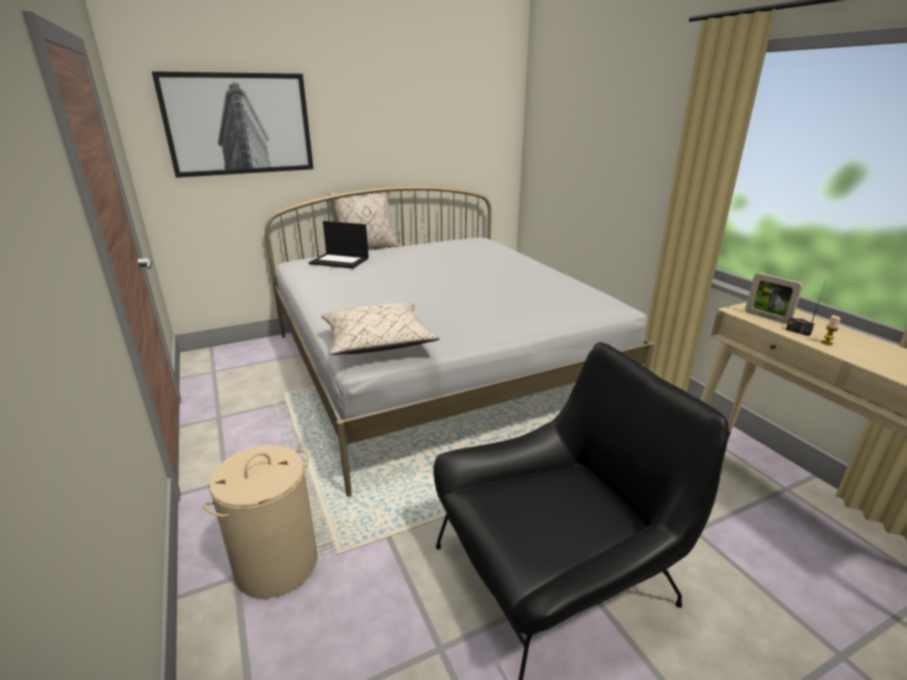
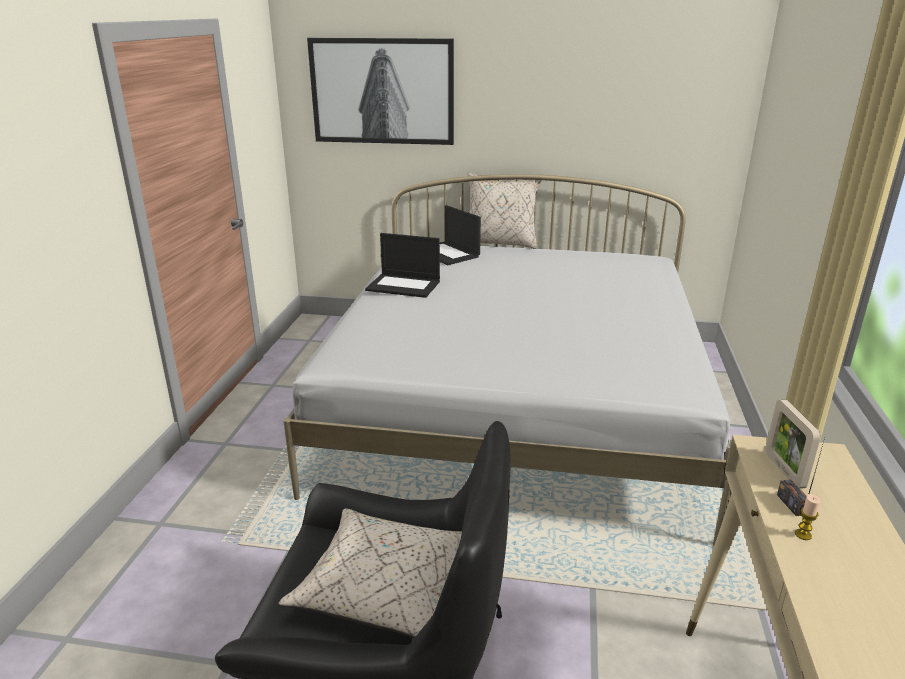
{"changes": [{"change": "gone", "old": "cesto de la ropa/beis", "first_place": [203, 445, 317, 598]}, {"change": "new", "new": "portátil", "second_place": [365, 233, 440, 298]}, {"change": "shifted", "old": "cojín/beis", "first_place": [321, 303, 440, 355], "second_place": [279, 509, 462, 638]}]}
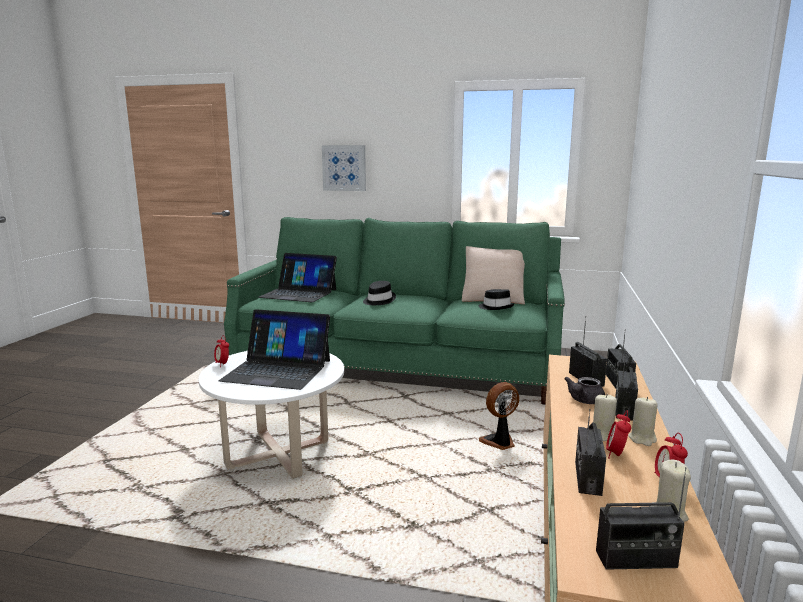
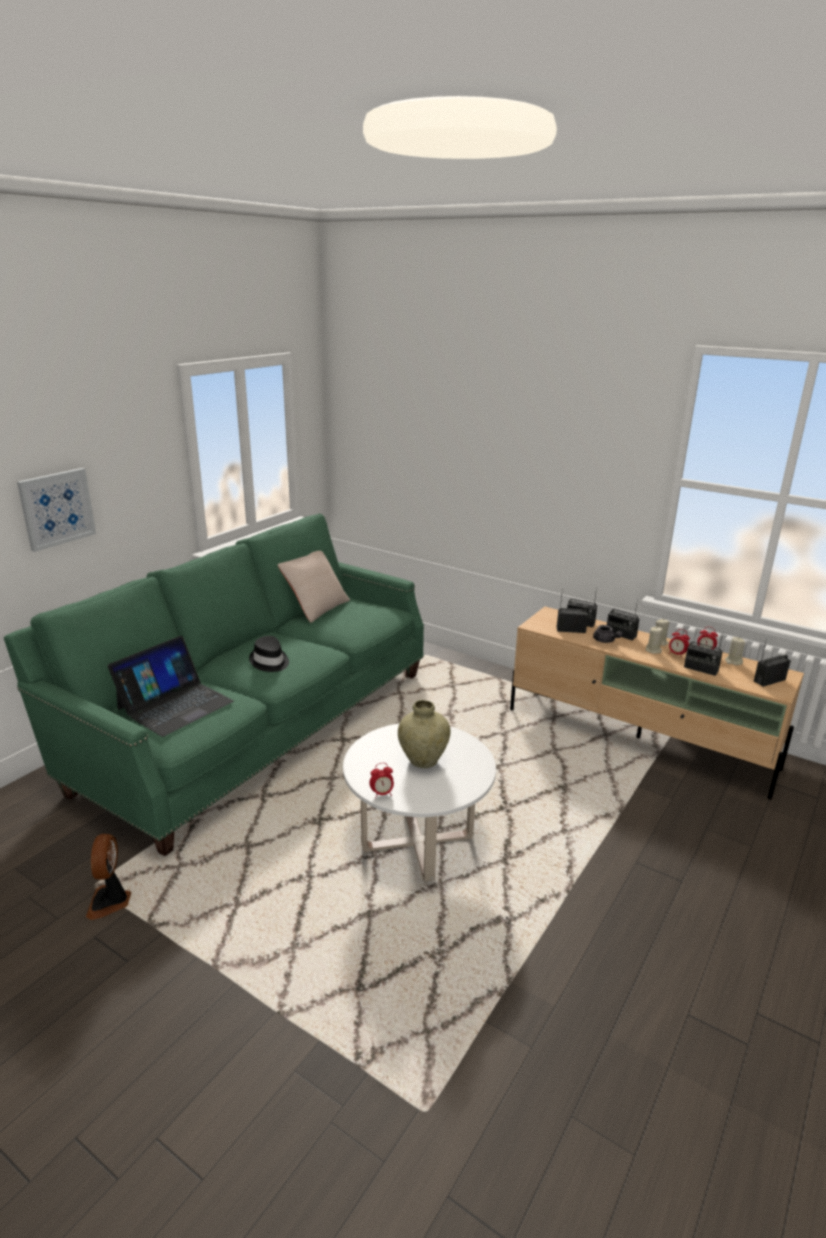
{"changes": [{"change": "gone", "old": "sombrero/negro", "first_place": [479, 289, 514, 310]}, {"change": "shifted", "old": "ventilador", "first_place": [479, 382, 519, 450], "second_place": [86, 834, 131, 920]}, {"change": "swapped", "old": "portátil", "new": "florero/beis", "first_place": [219, 309, 330, 390], "second_place": [398, 700, 450, 768]}, {"change": "rotated", "old": "radio", "first_place": [596, 467, 686, 570], "second_place": [754, 639, 791, 687], "degrees": -135}]}
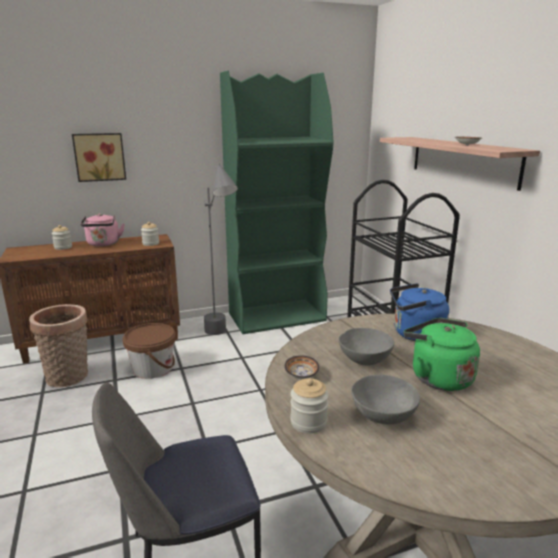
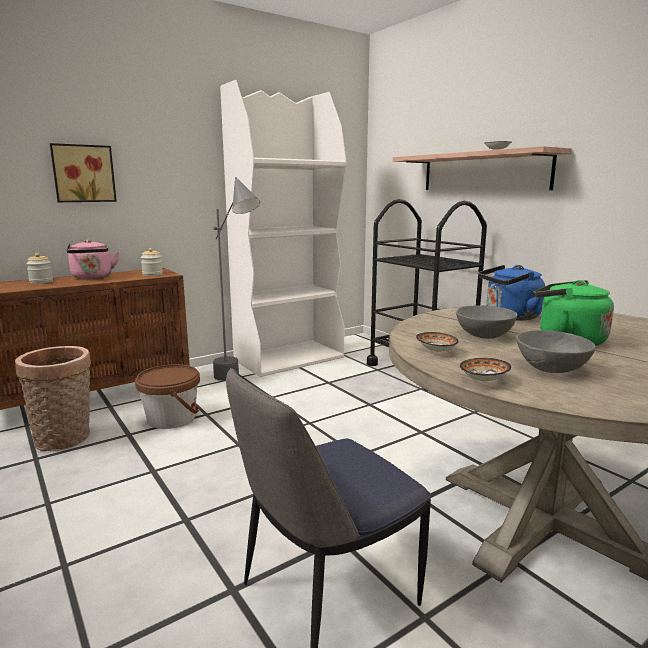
{"changes": [{"change": "swapped", "old": "tarro", "new": "cuenco", "first_place": [290, 378, 329, 433], "second_place": [460, 358, 511, 382]}, {"change": "repainted", "old": "estantería/verde", "new": "estantería/blanco", "first_place": [220, 71, 333, 334], "second_place": [220, 80, 346, 377]}]}
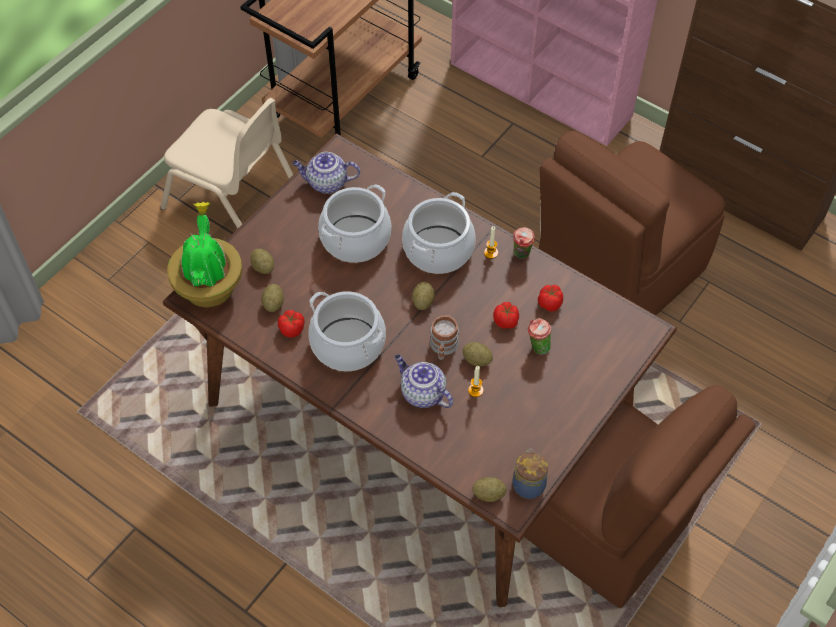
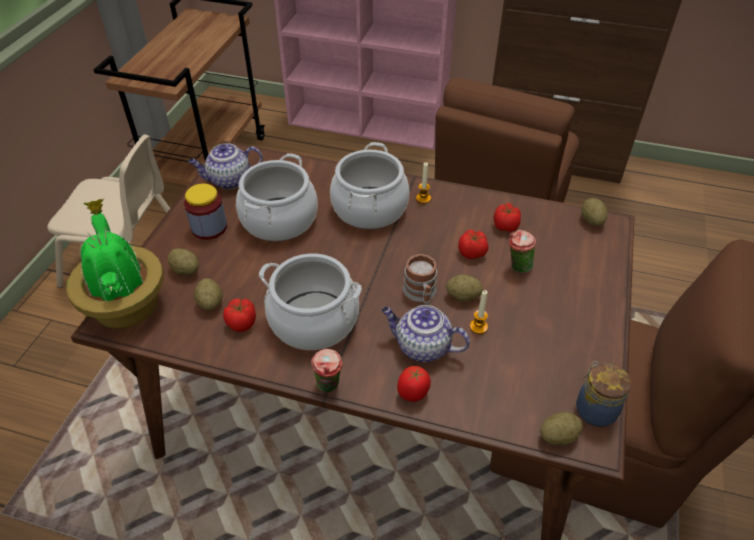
{"changes": [{"change": "new", "new": "tarro", "second_place": [184, 184, 227, 240]}, {"change": "new", "new": "tomate", "second_place": [397, 366, 431, 402]}, {"change": "shifted", "old": "patata", "first_place": [412, 282, 435, 310], "second_place": [581, 198, 608, 226]}, {"change": "shifted", "old": "taza", "first_place": [513, 227, 535, 259], "second_place": [311, 349, 343, 392]}]}
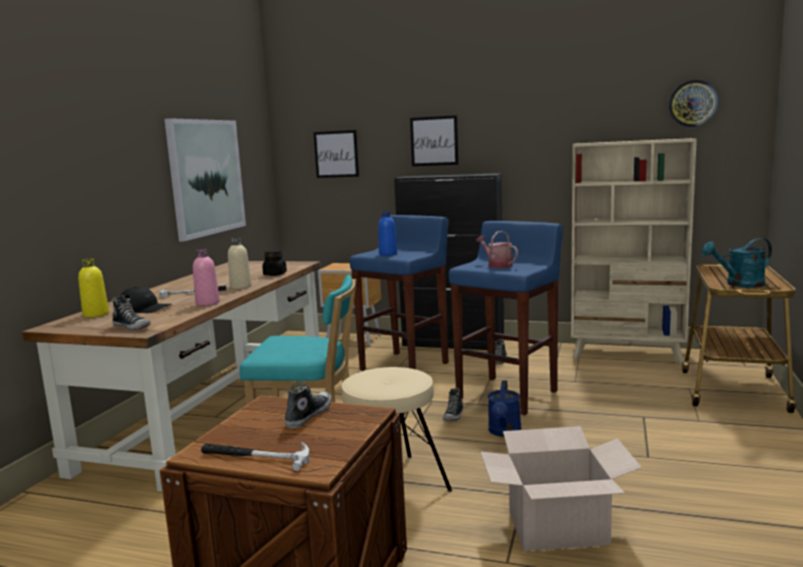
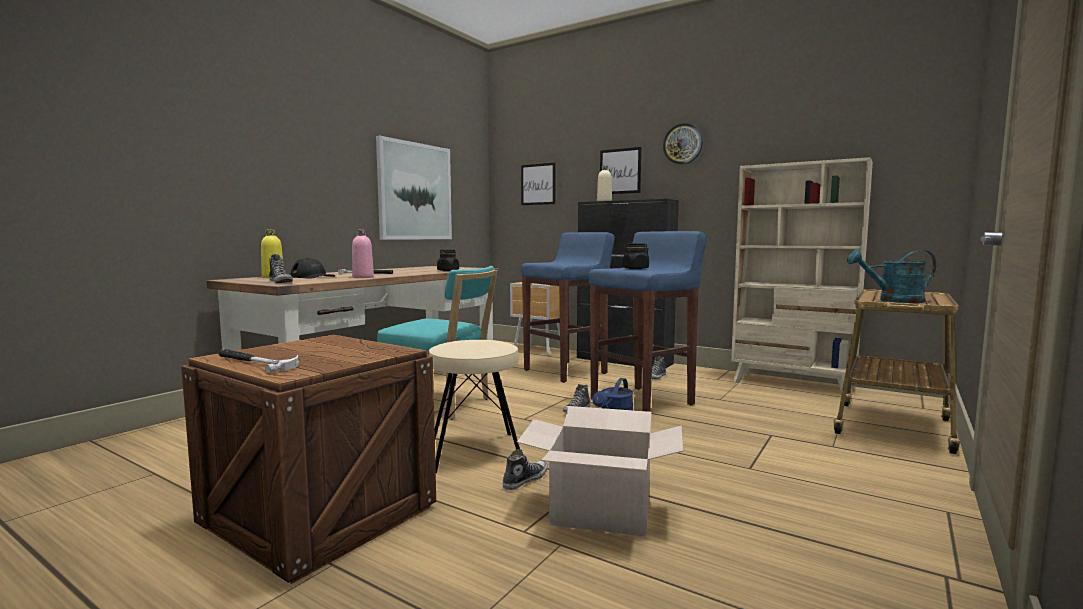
{"changes": [{"change": "gone", "old": "botella/azul", "first_place": [378, 211, 397, 256]}, {"change": "shifted", "old": "botella/beis", "first_place": [228, 238, 252, 289], "second_place": [597, 166, 612, 201]}, {"change": "shifted", "old": "zapato", "first_place": [285, 380, 331, 428], "second_place": [503, 449, 548, 490]}, {"change": "shifted", "old": "reloj de pared", "first_place": [668, 80, 719, 127], "second_place": [663, 123, 703, 165]}, {"change": "swapped", "old": "regadera", "new": "tarro/negro", "first_place": [476, 231, 518, 268], "second_place": [622, 243, 649, 269]}]}
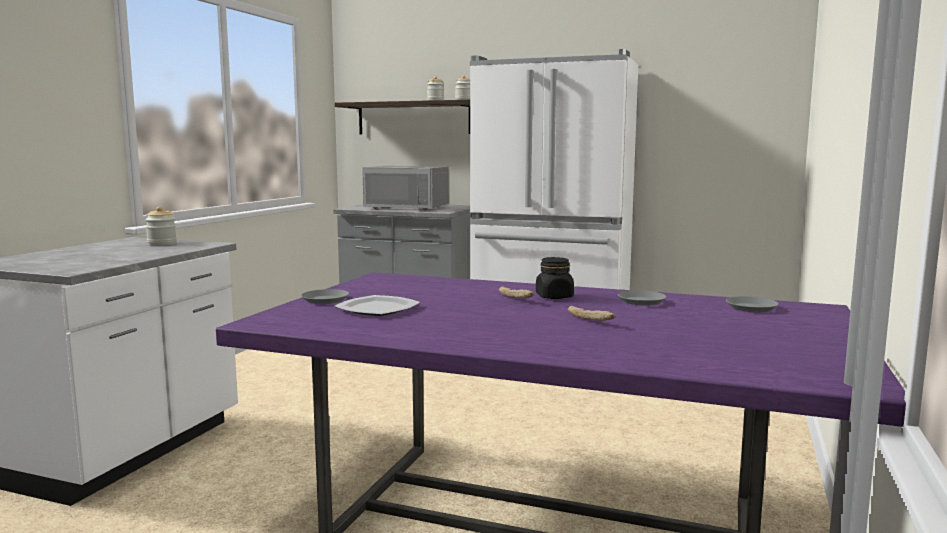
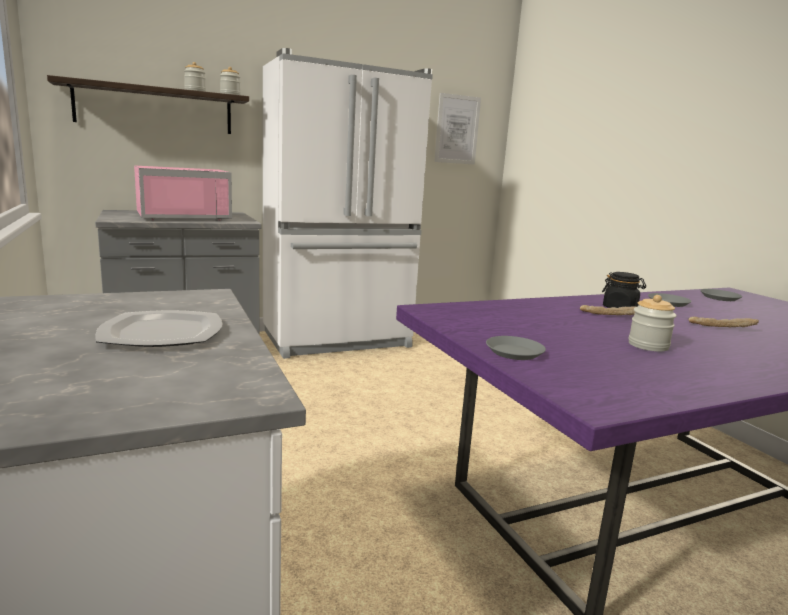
{"changes": [{"change": "new", "new": "cuadro", "second_place": [434, 93, 481, 165]}, {"change": "shifted", "old": "tarro", "first_place": [145, 206, 177, 245], "second_place": [628, 295, 677, 352]}, {"change": "shifted", "old": "plato", "first_place": [334, 295, 420, 316], "second_place": [95, 310, 222, 347]}, {"change": "repainted", "old": "microondas/gris", "new": "microondas/rosa", "first_place": [362, 166, 449, 210], "second_place": [134, 165, 232, 221]}]}
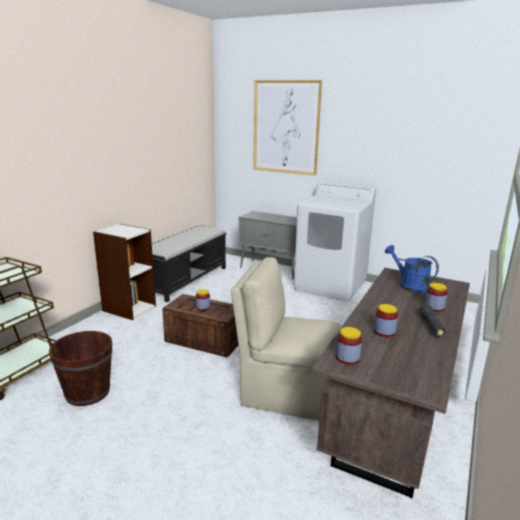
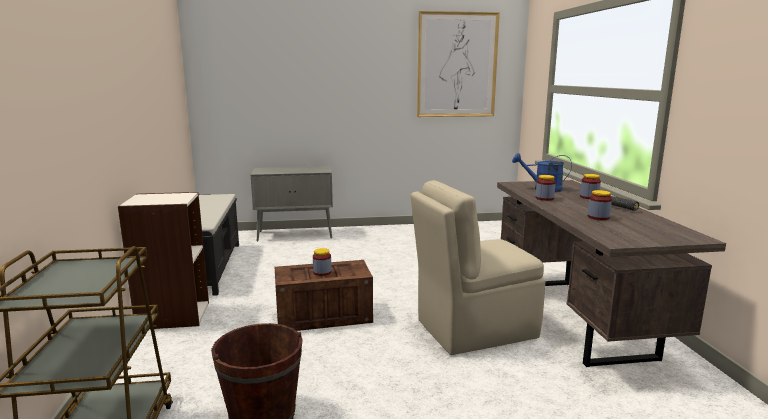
{"changes": [{"change": "gone", "old": "lavadora/blanco", "first_place": [294, 182, 376, 302]}, {"change": "shifted", "old": "cuadro", "first_place": [253, 80, 322, 175], "second_place": [417, 11, 500, 117]}, {"change": "shifted", "old": "tarro", "first_place": [336, 327, 362, 365], "second_place": [536, 175, 556, 201]}]}
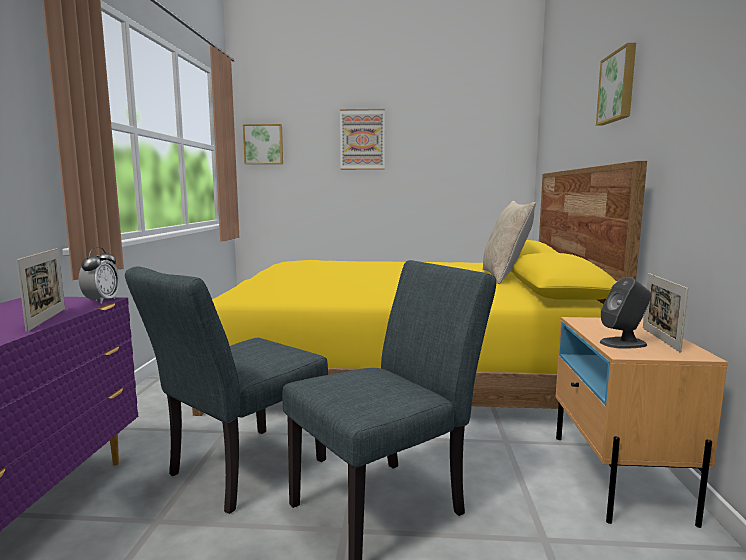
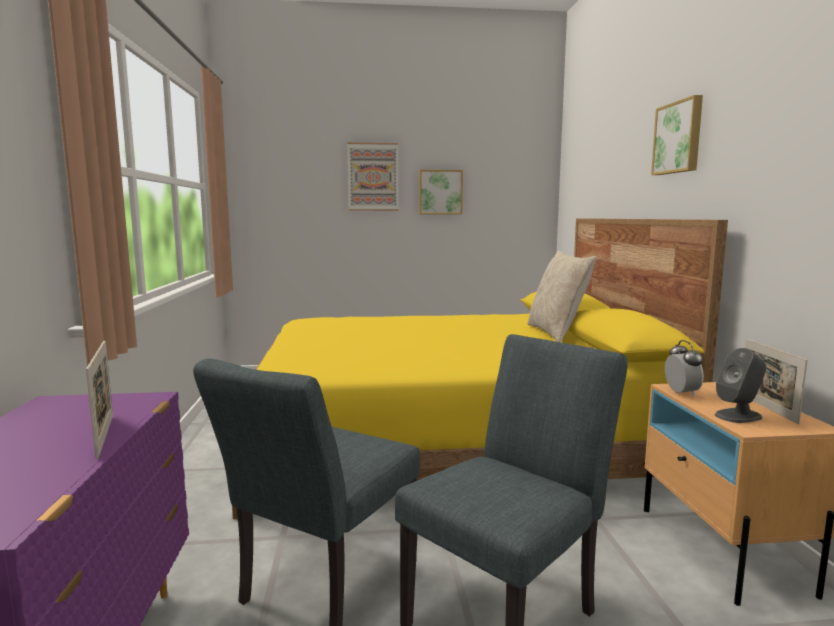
{"changes": [{"change": "shifted", "old": "despertador", "first_place": [79, 247, 120, 304], "second_place": [665, 340, 704, 397]}, {"change": "shifted", "old": "cuadro", "first_place": [243, 124, 283, 164], "second_place": [419, 170, 463, 214]}]}
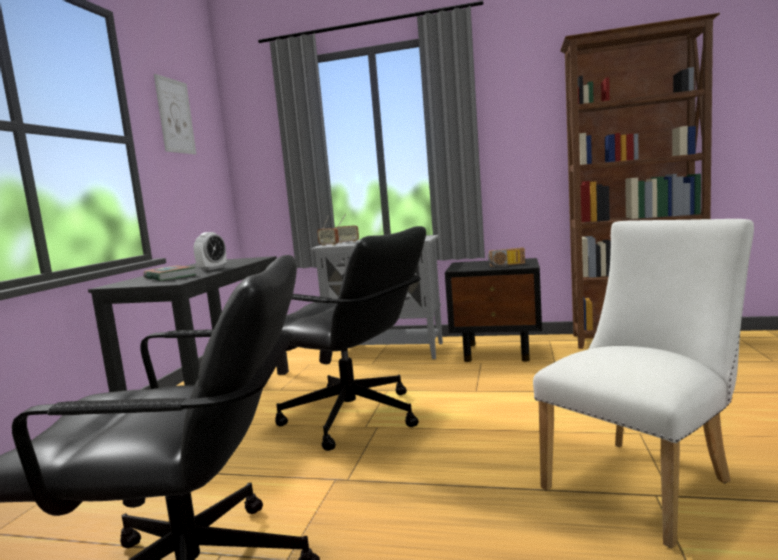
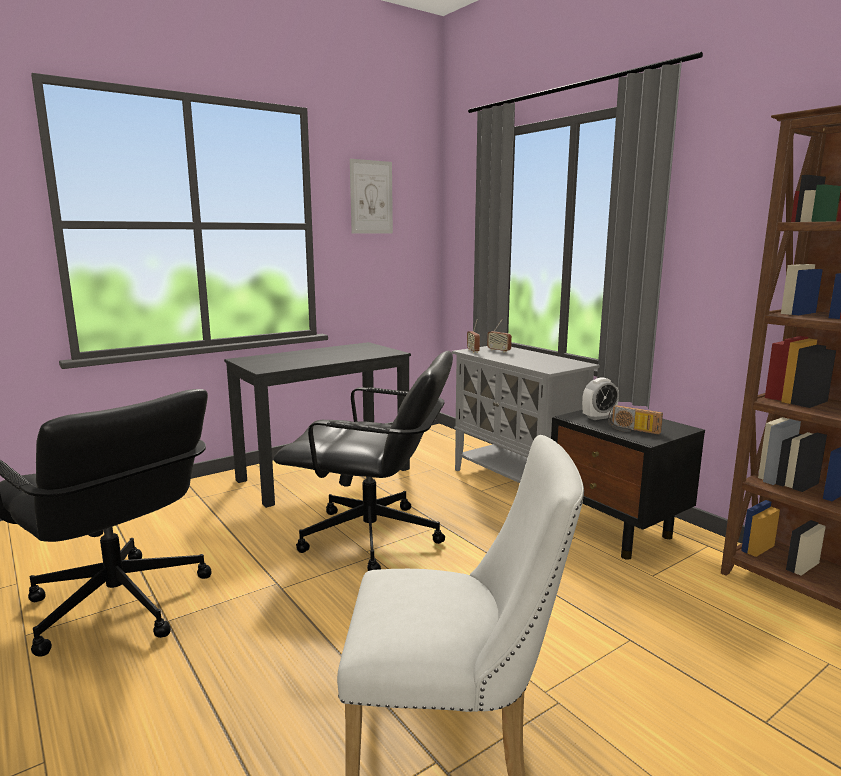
{"changes": [{"change": "gone", "old": "libro", "first_place": [143, 265, 196, 281]}, {"change": "shifted", "old": "despertador", "first_place": [194, 232, 226, 271], "second_place": [582, 377, 619, 420]}, {"change": "rotated", "old": "silla de oficina/negro", "first_place": [275, 226, 426, 451], "second_place": [274, 351, 453, 571], "degrees": -60}]}
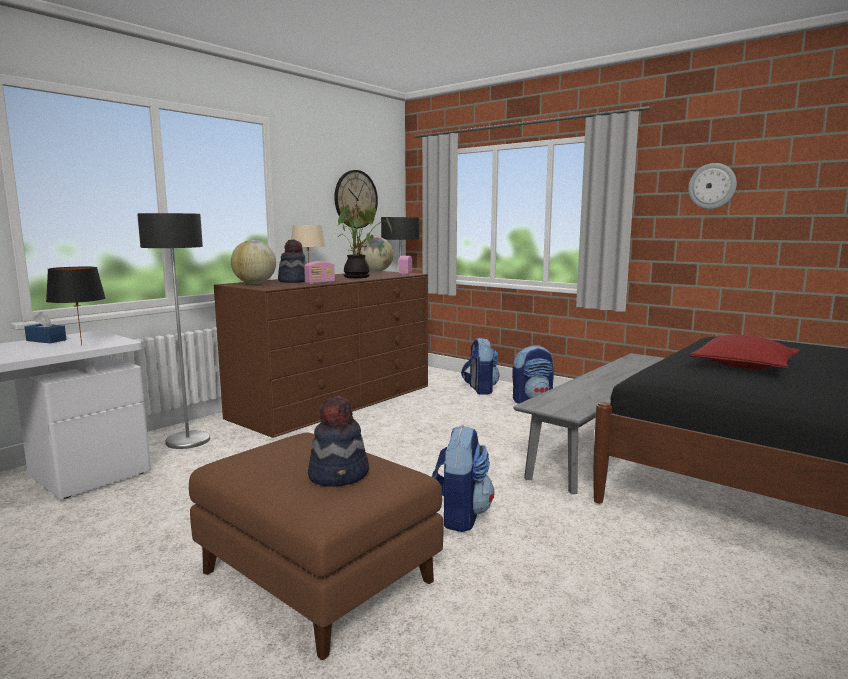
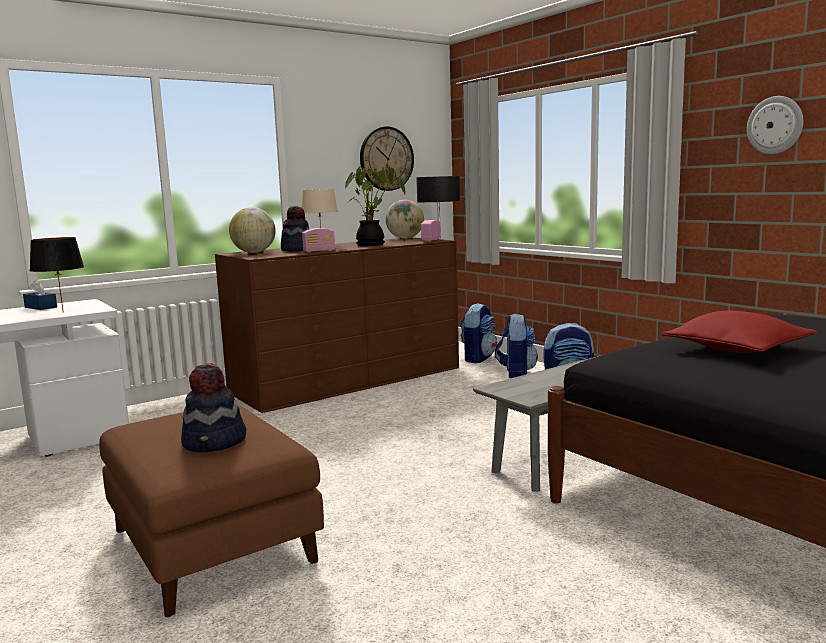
{"changes": [{"change": "gone", "old": "lámpara de pie", "first_place": [137, 213, 210, 449]}, {"change": "shifted", "old": "mochila", "first_place": [432, 425, 494, 532], "second_place": [460, 303, 497, 363]}]}
